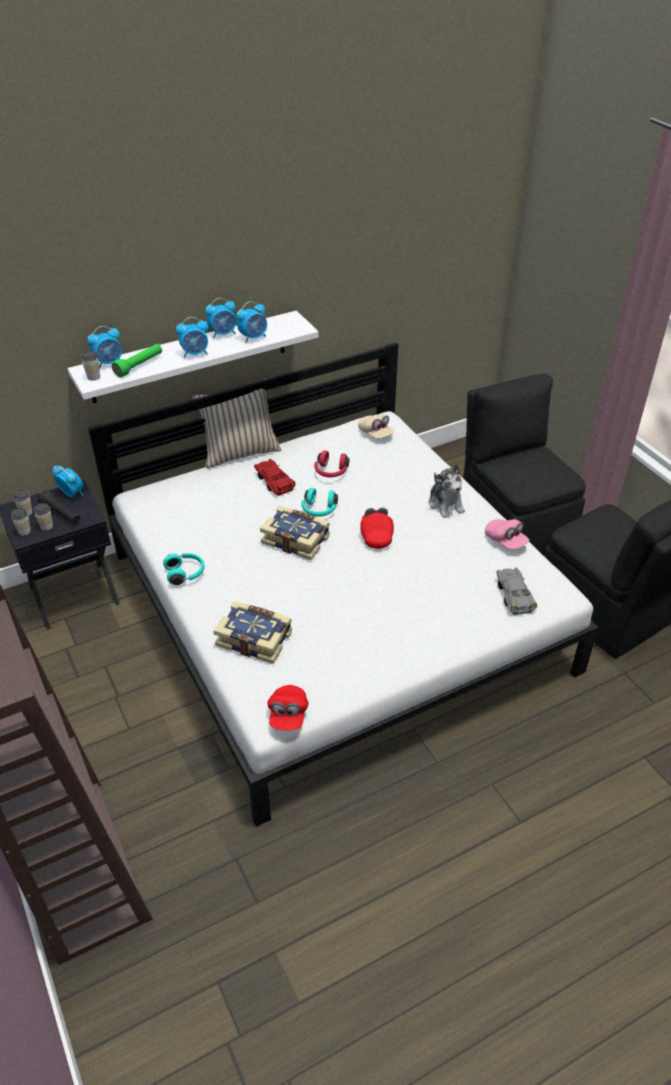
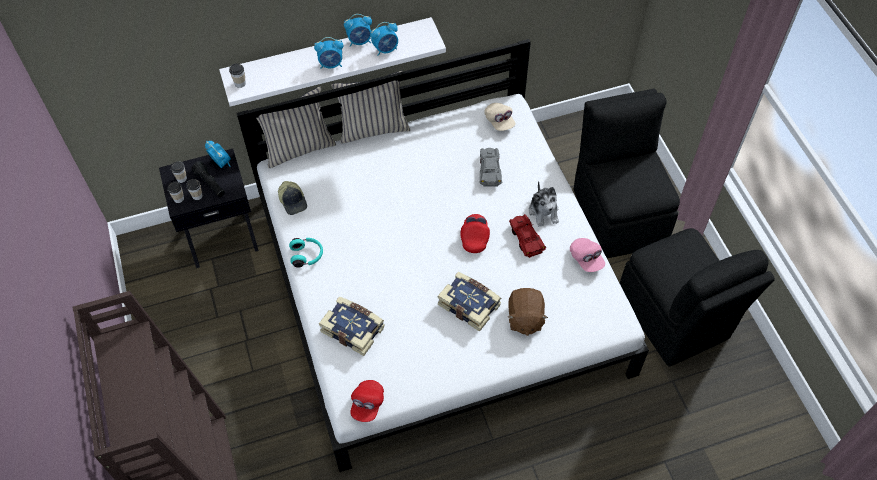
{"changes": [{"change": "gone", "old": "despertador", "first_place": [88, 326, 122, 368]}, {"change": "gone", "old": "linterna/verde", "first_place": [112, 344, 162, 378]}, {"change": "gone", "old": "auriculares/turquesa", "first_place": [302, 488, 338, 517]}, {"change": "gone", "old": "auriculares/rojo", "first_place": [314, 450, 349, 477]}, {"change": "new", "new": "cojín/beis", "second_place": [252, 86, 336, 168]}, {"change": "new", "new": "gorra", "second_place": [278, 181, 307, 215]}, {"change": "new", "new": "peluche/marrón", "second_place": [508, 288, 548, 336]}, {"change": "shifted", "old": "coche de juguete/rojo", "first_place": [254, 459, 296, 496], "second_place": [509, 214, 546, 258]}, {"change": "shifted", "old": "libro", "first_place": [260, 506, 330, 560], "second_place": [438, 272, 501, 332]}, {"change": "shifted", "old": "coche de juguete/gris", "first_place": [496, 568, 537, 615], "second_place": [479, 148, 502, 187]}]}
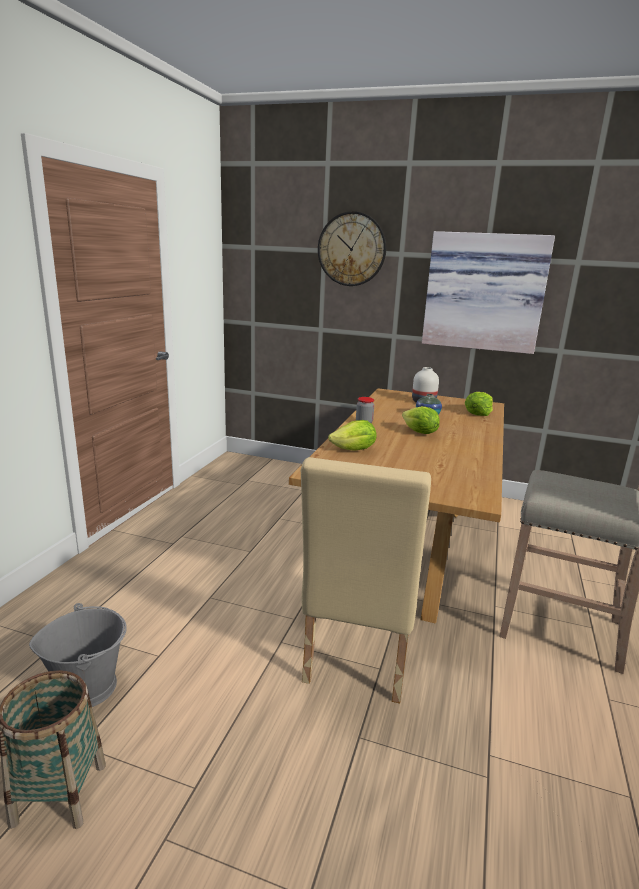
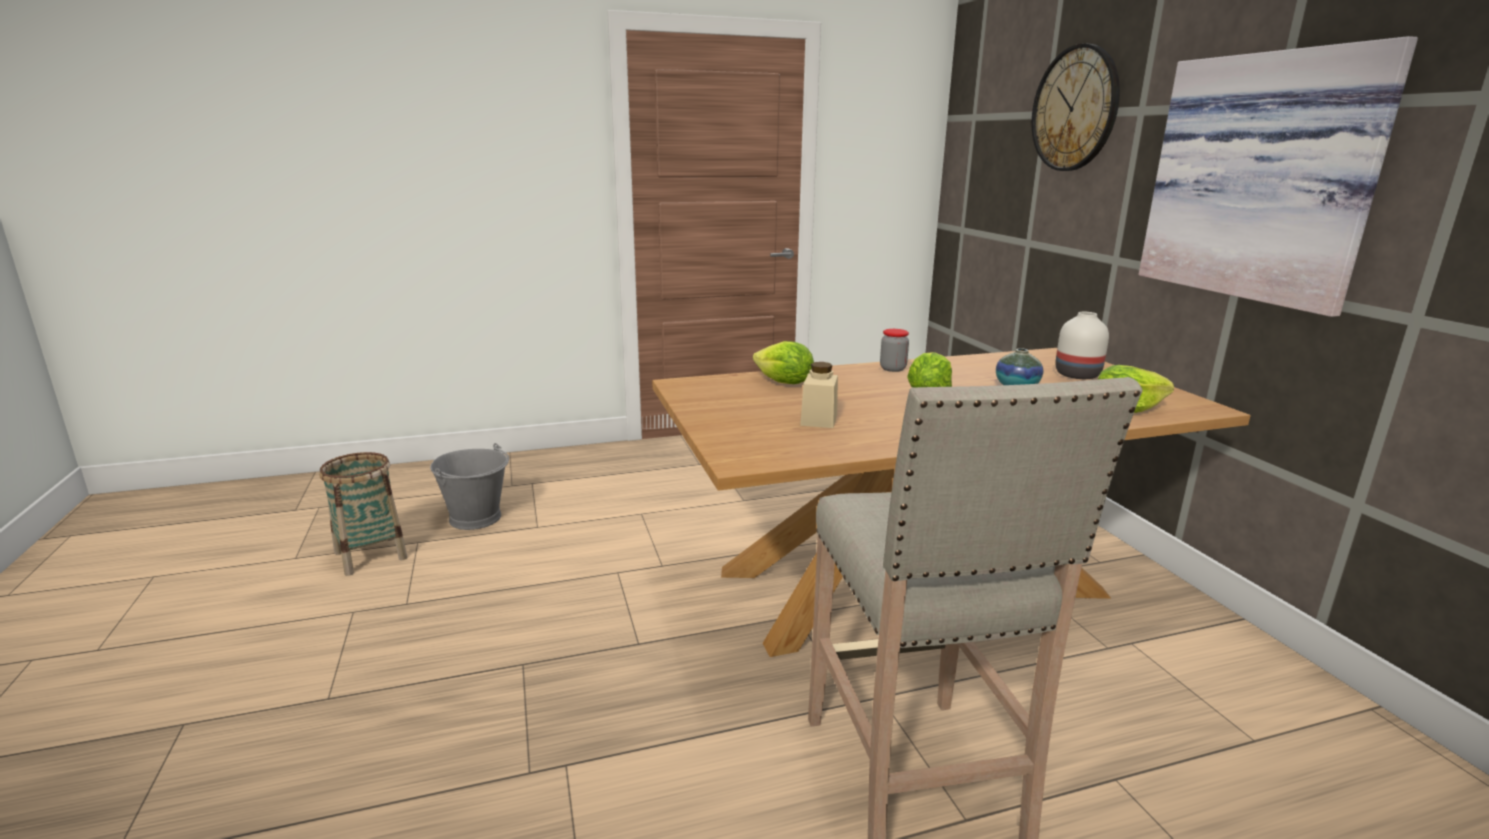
{"changes": [{"change": "gone", "old": "silla/beis", "first_place": [301, 457, 431, 703]}, {"change": "new", "new": "tarro/beis", "second_place": [800, 362, 838, 428]}]}
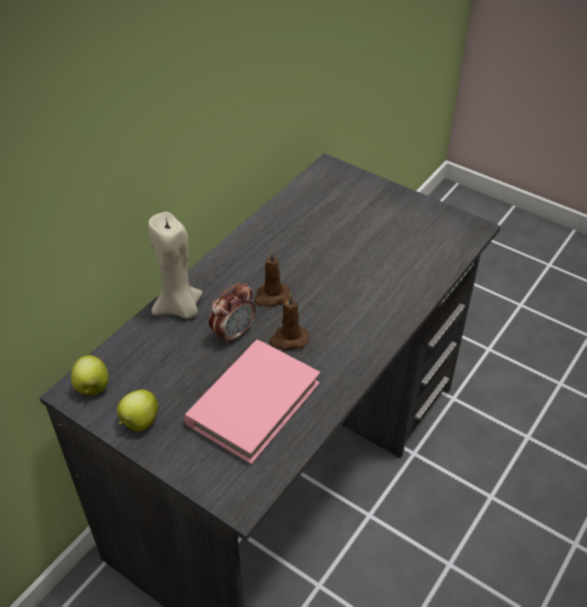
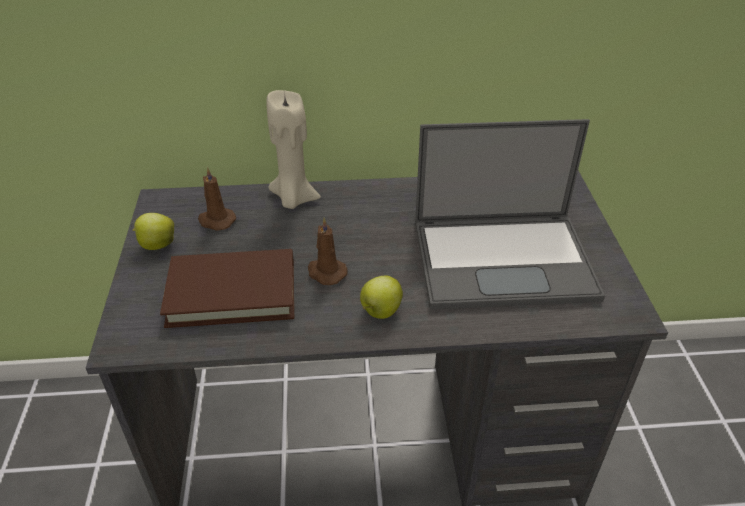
{"changes": [{"change": "gone", "old": "despertador", "first_place": [209, 283, 255, 345]}, {"change": "new", "new": "portátil", "second_place": [415, 119, 605, 310]}, {"change": "shifted", "old": "manzana", "first_place": [71, 355, 109, 395], "second_place": [360, 276, 403, 319]}, {"change": "shifted", "old": "vela/marrón", "first_place": [254, 250, 290, 307], "second_place": [198, 167, 236, 231]}, {"change": "repainted", "old": "libro/rosa", "new": "libro/marrón", "first_place": [184, 339, 320, 464], "second_place": [160, 249, 294, 328]}]}
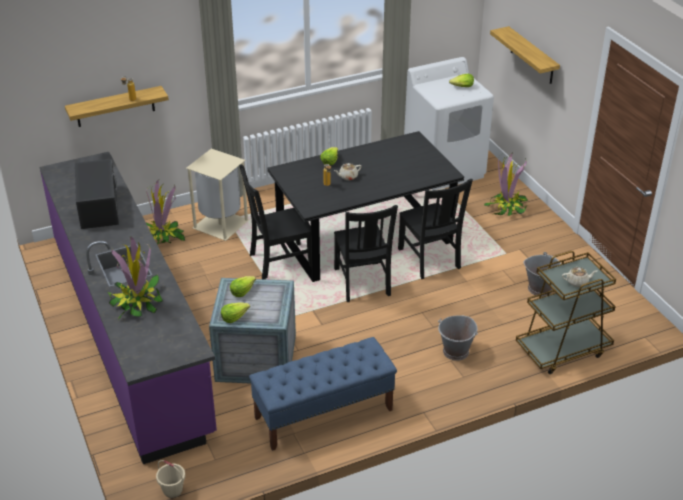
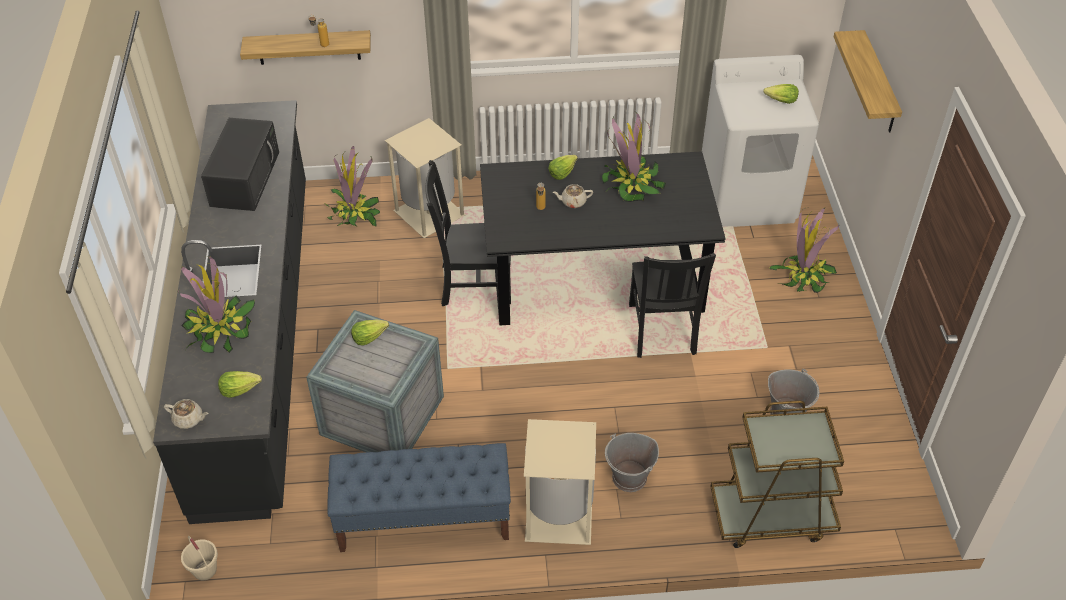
{"changes": [{"change": "gone", "old": "silla/negro", "first_place": [334, 205, 398, 302]}, {"change": "new", "new": "papelera/beis", "second_place": [524, 419, 596, 545]}, {"change": "new", "new": "planta en maceta", "second_place": [602, 112, 666, 202]}, {"change": "shifted", "old": "lechuga", "first_place": [221, 302, 250, 323], "second_place": [218, 371, 262, 398]}, {"change": "shifted", "old": "tetera/beis", "first_place": [562, 267, 597, 287], "second_place": [164, 399, 209, 429]}, {"change": "repainted", "old": "mueble bajo de cocina/morado", "new": "mueble bajo de cocina/negro", "first_place": [39, 152, 217, 464], "second_place": [153, 100, 306, 524]}]}
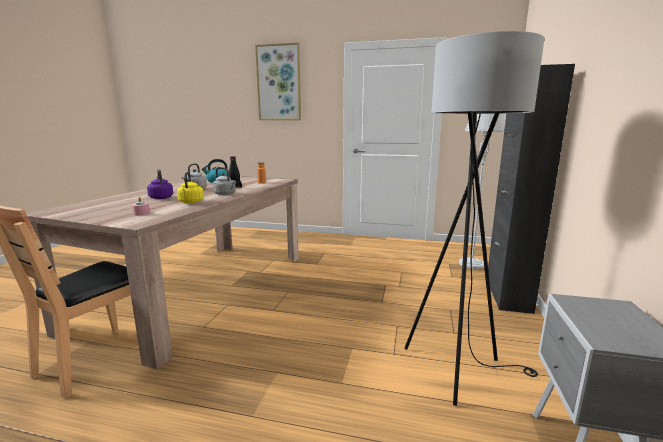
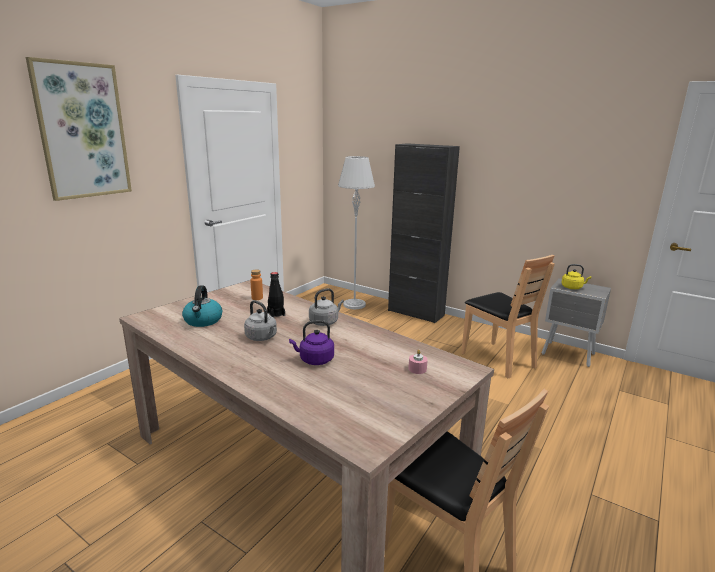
{"changes": [{"change": "shifted", "old": "hervidor/amarillo", "first_place": [177, 172, 204, 203], "second_place": [561, 264, 591, 289]}, {"change": "swapped", "old": "lámpara de pie/negro", "new": "silla/marrón", "first_place": [405, 31, 545, 406], "second_place": [461, 255, 555, 378]}]}
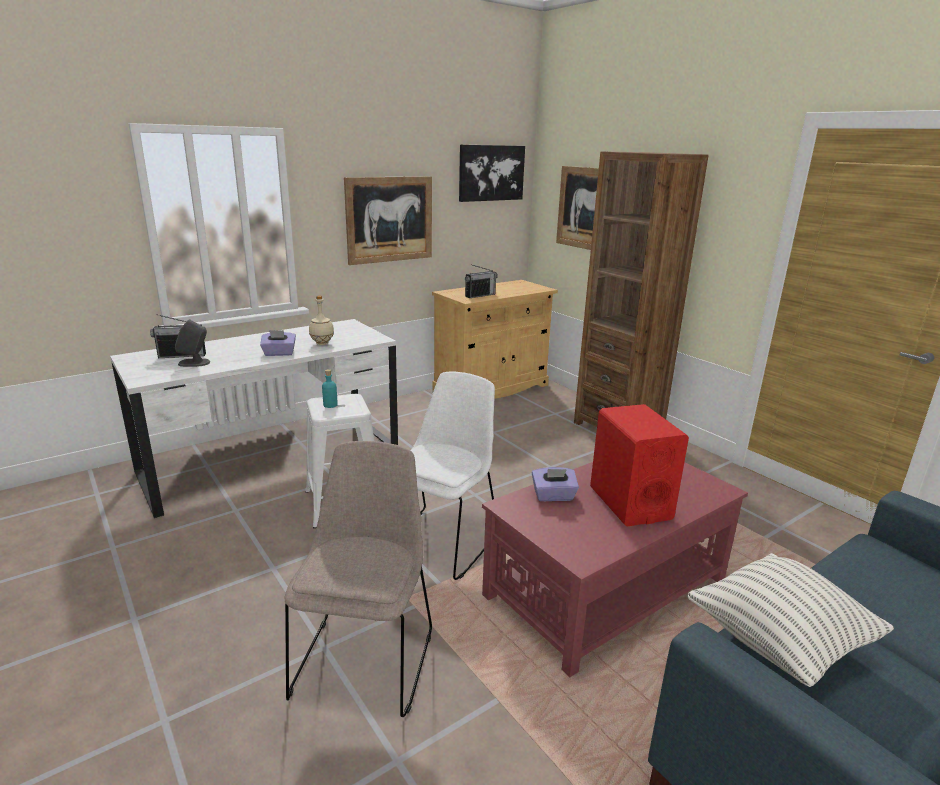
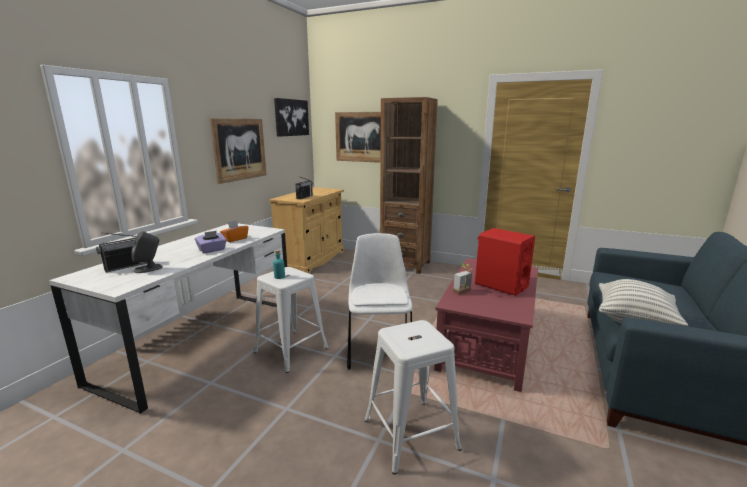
{"changes": [{"change": "swapped", "old": "silla/beis", "new": "taburete/blanco", "first_place": [284, 441, 432, 717], "second_place": [365, 320, 462, 475]}, {"change": "swapped", "old": "botella/beis", "new": "caja de pañuelos/naranja", "first_place": [309, 295, 334, 345], "second_place": [220, 220, 249, 242]}, {"change": "swapped", "old": "caja de pañuelos/morado", "new": "planta en maceta", "first_place": [532, 467, 579, 501], "second_place": [453, 263, 472, 295]}]}
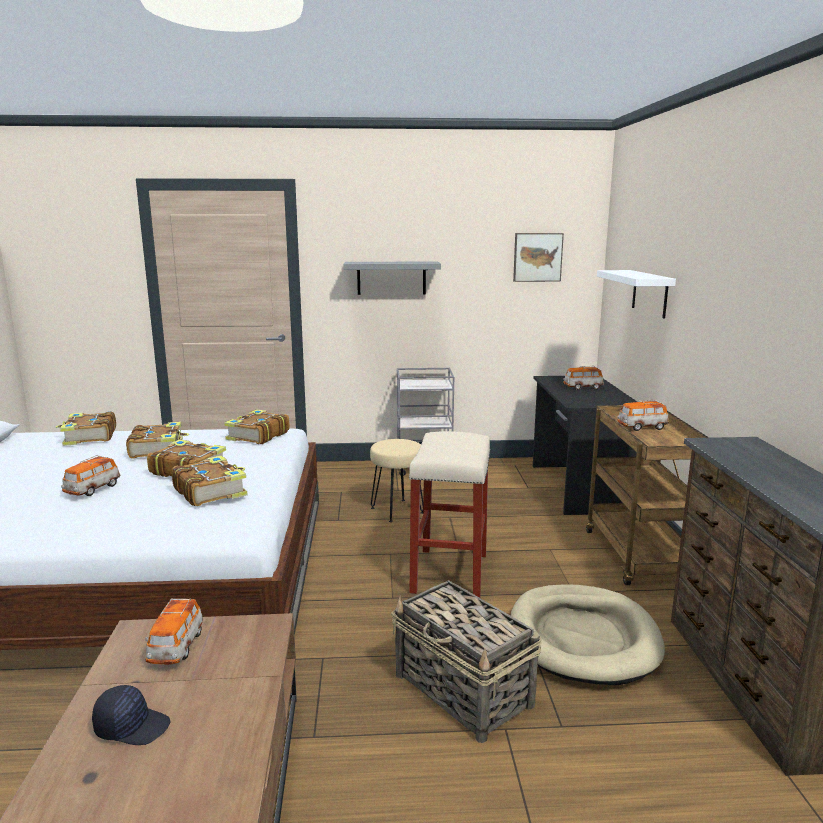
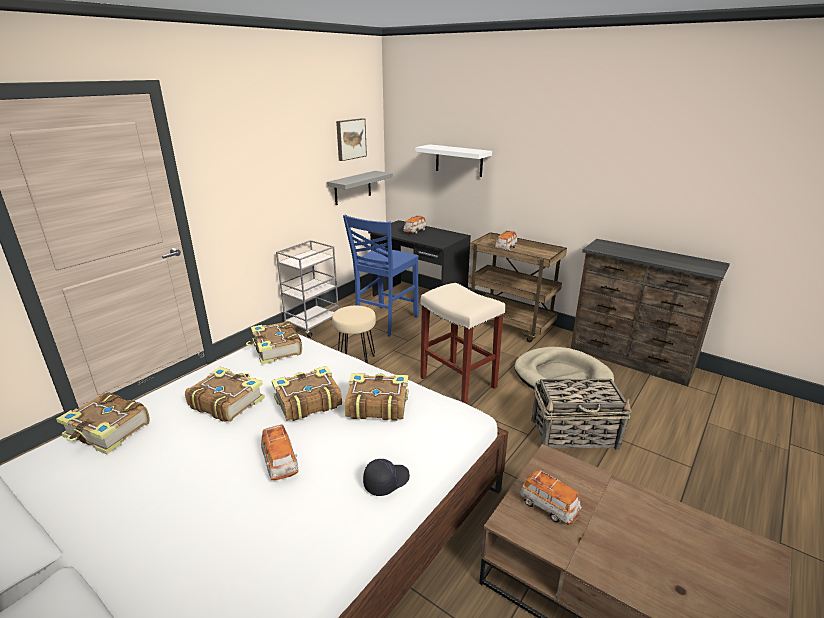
{"changes": [{"change": "new", "new": "silla/azul", "second_place": [343, 215, 419, 337]}, {"change": "shifted", "old": "gorra/negro", "first_place": [92, 685, 170, 745], "second_place": [363, 459, 410, 496]}, {"change": "shifted", "old": "estante/gris", "first_place": [343, 261, 441, 295], "second_place": [327, 171, 393, 205]}]}
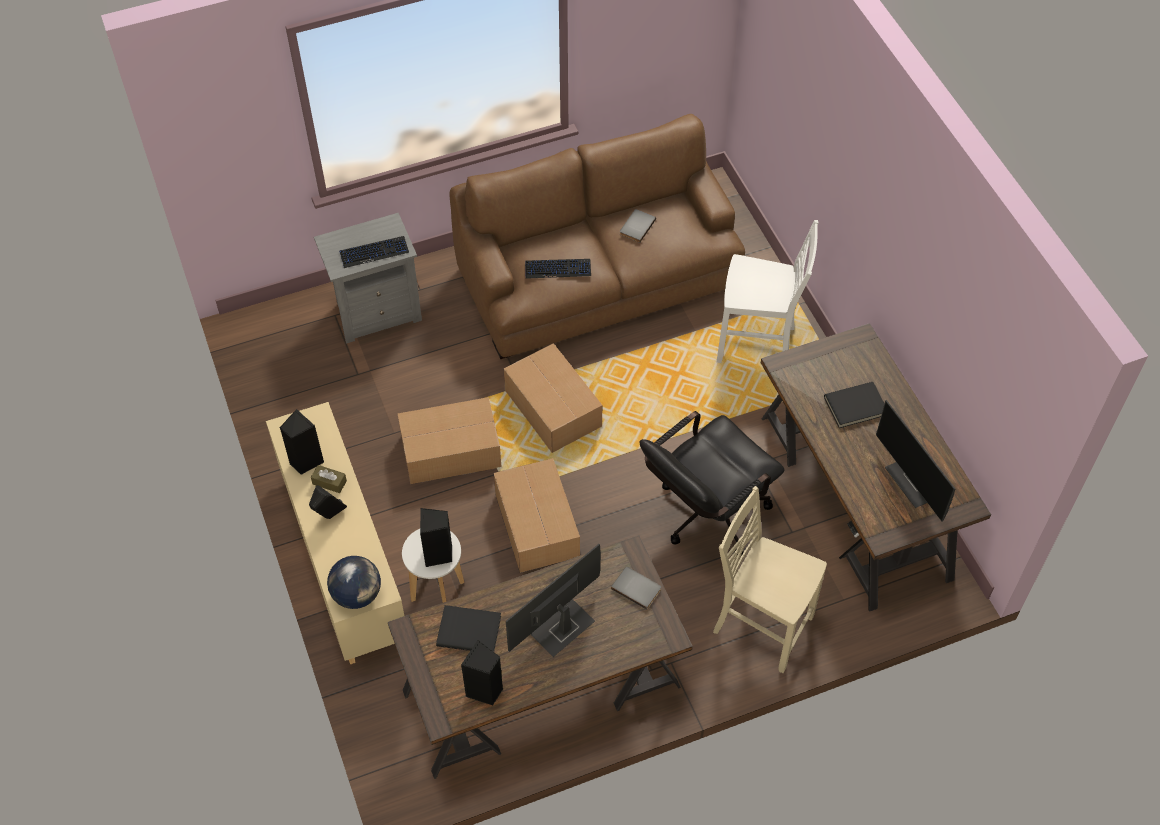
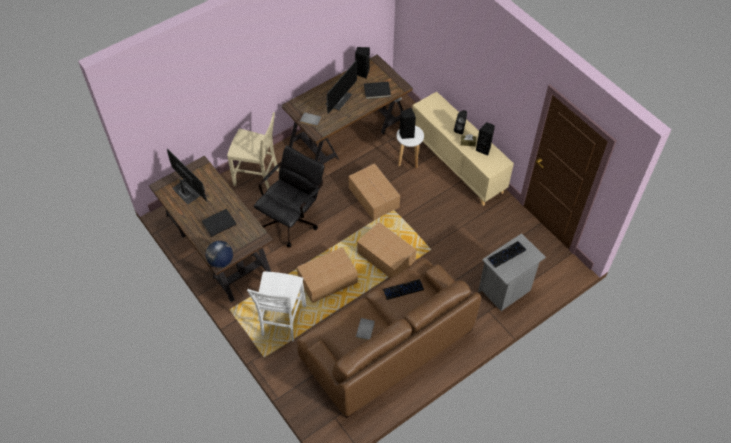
{"changes": [{"change": "shifted", "old": "globo terráqueo", "first_place": [327, 556, 381, 609], "second_place": [206, 241, 233, 268]}, {"change": "shifted", "old": "caja de cartón", "first_place": [398, 397, 501, 484], "second_place": [297, 247, 358, 303]}, {"change": "rotated", "old": "silla/blanco", "first_place": [717, 220, 818, 363], "second_place": [247, 271, 306, 342], "degrees": -75}]}
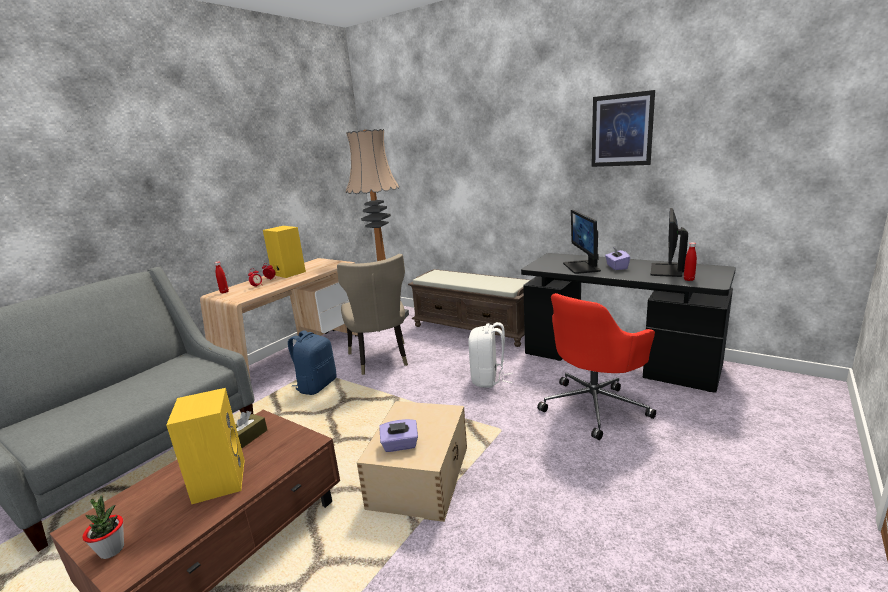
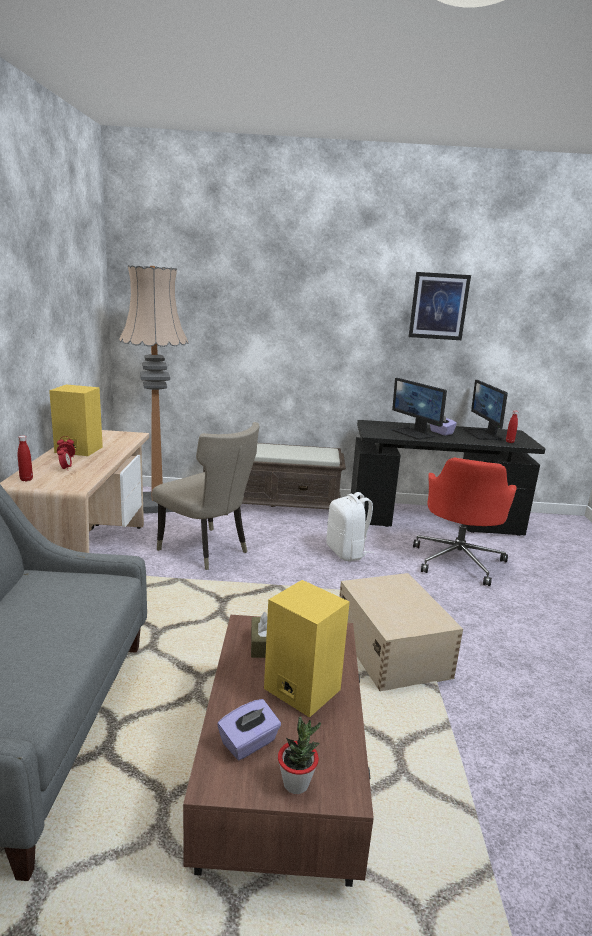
{"changes": [{"change": "gone", "old": "mochila/azul", "first_place": [288, 330, 336, 395]}, {"change": "shifted", "old": "caja de pañuelos/morado", "first_place": [379, 419, 418, 452], "second_place": [217, 699, 281, 760]}]}
